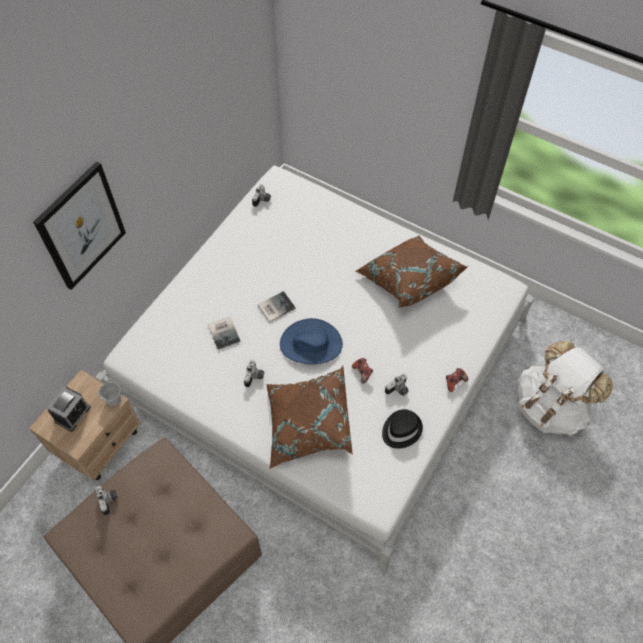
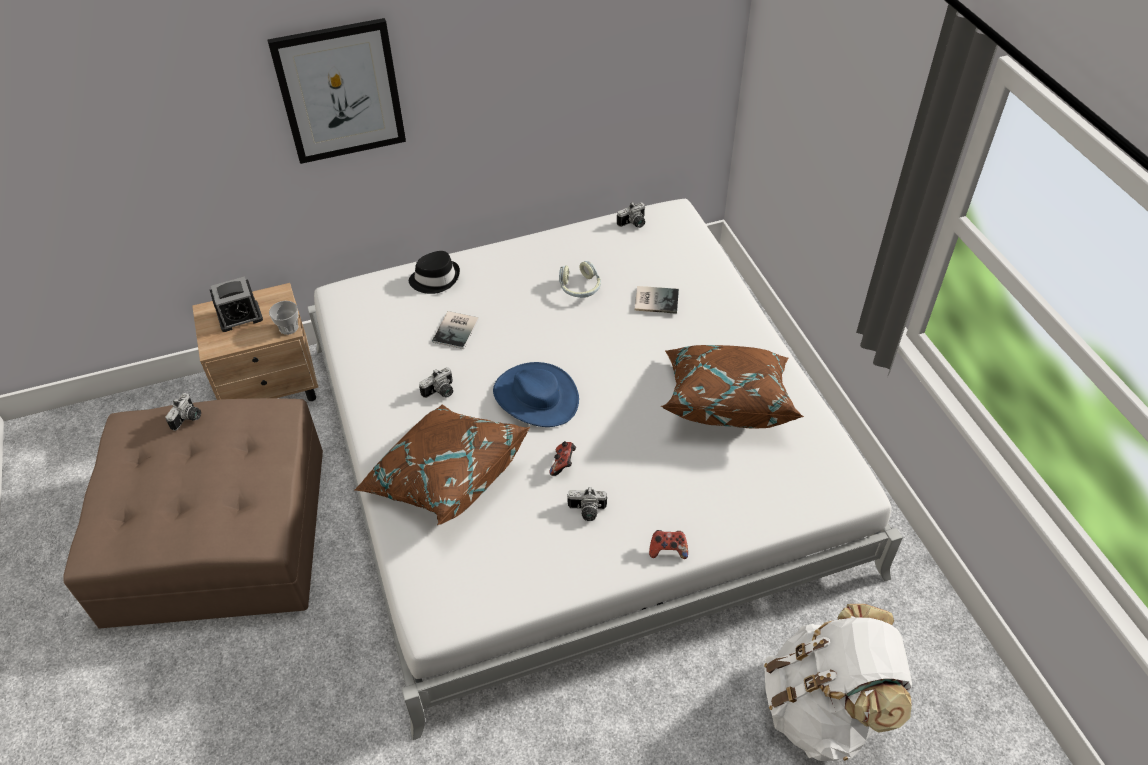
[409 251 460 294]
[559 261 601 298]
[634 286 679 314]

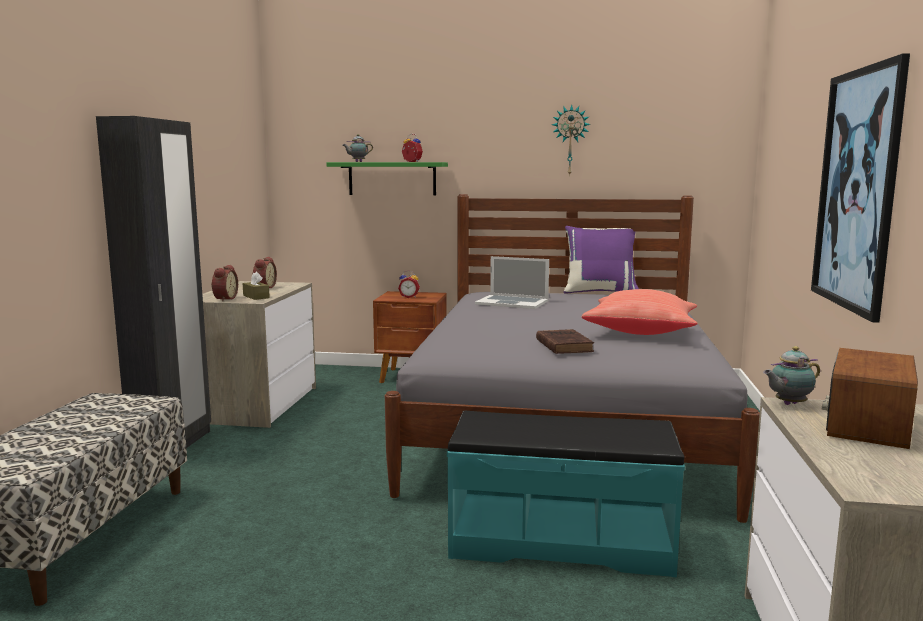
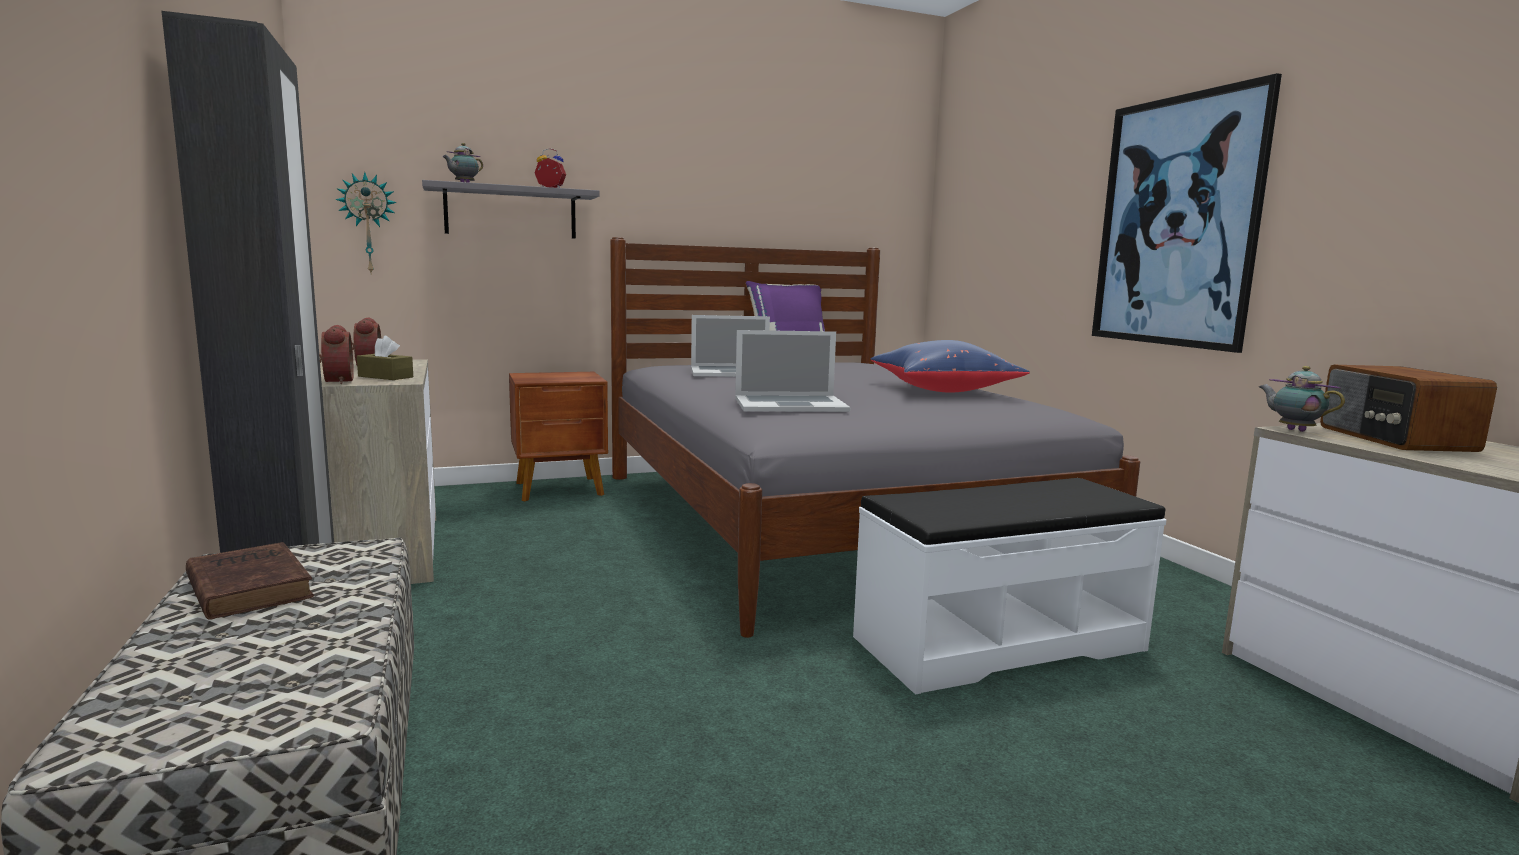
[186 542 314 620]
[335 172 397 273]
[422 180 599 239]
[735 330 850 412]
[853 478 1166 695]
[871 340 1030 392]
[1259 366 1345 432]
[398 270 420 298] (first image)

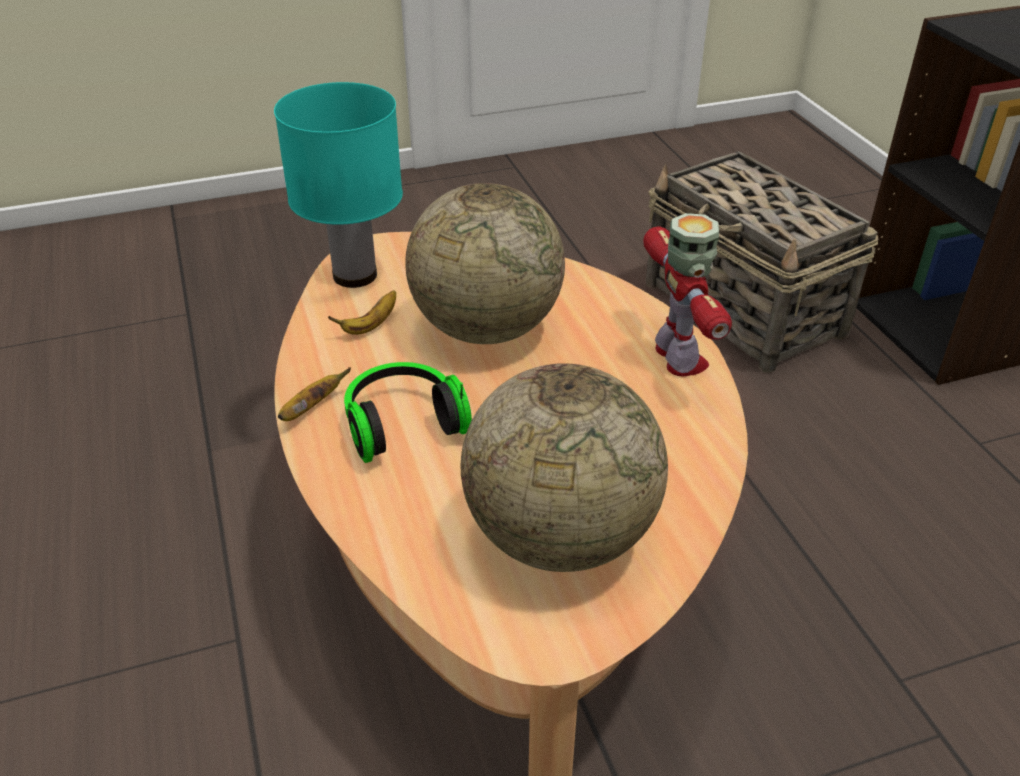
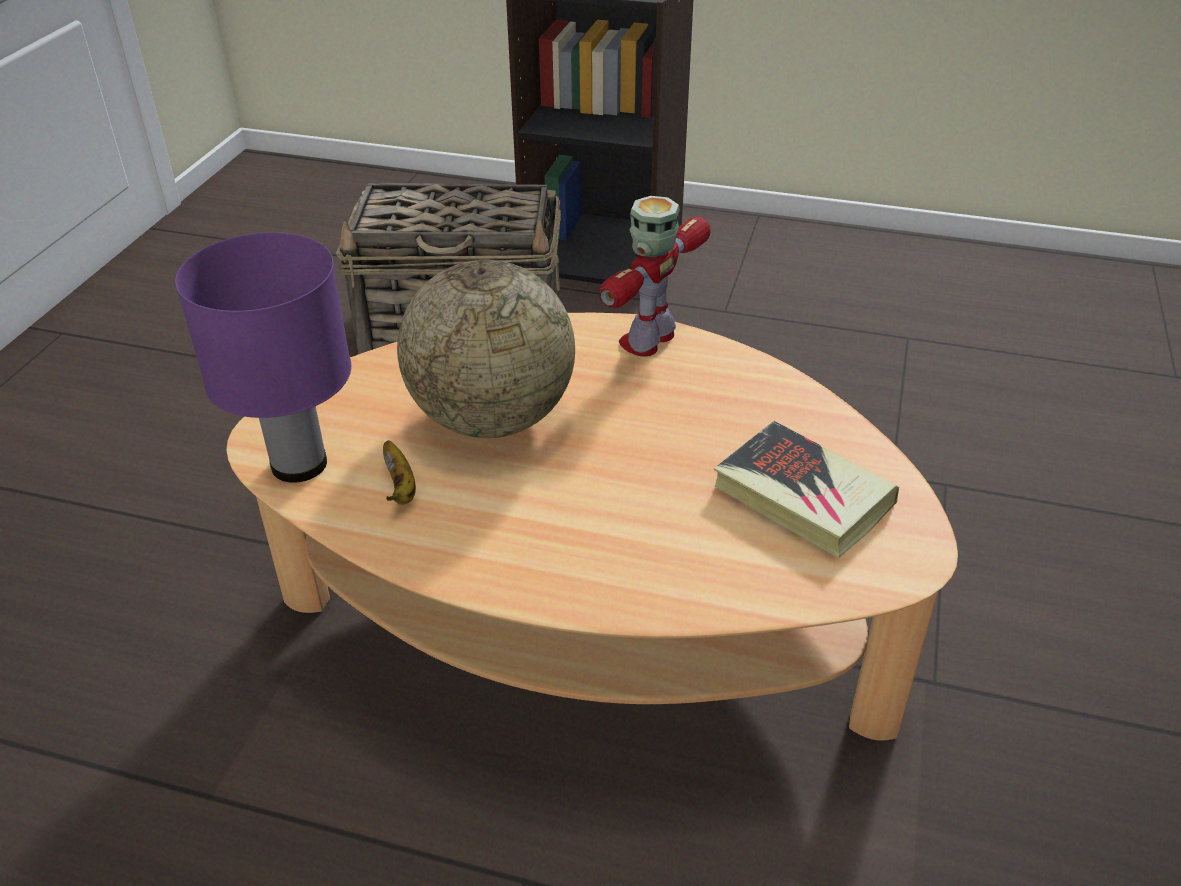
[175 232 351 483]
[599 196 711 357]
[714 421 899 558]
[278 367 351 421] (first image)
[344 362 472 463] (first image)

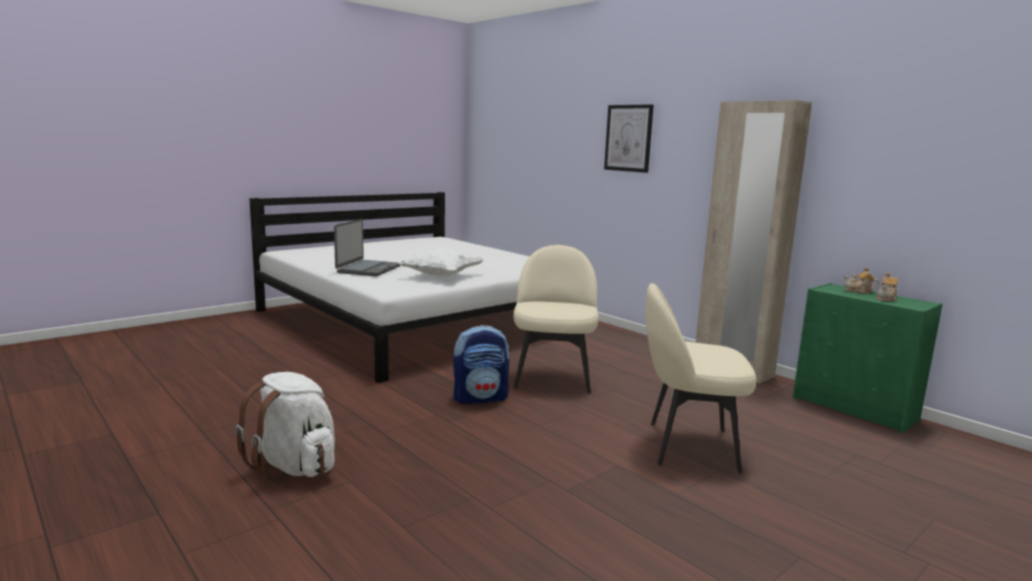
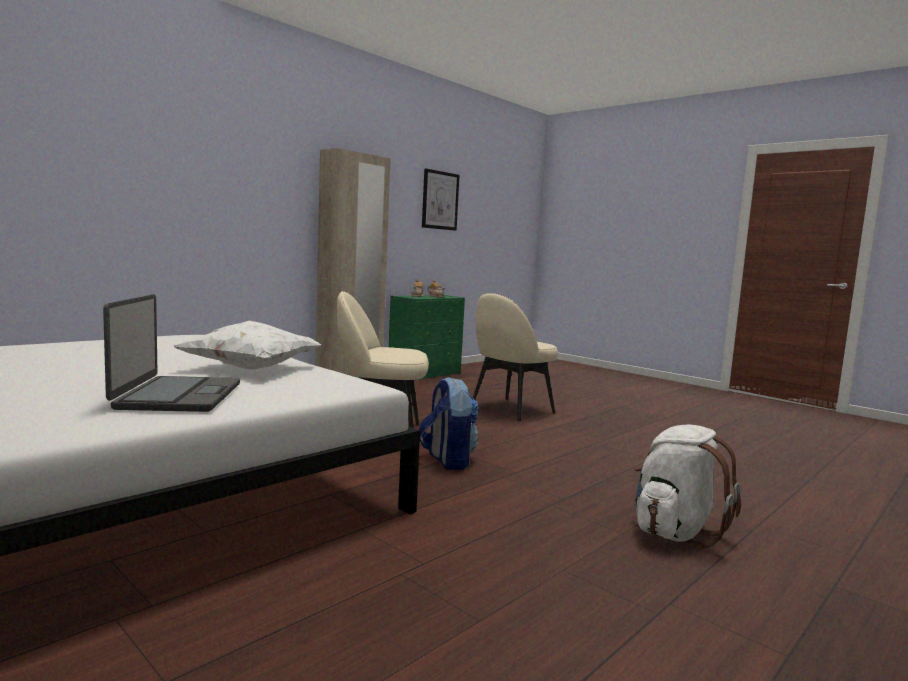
[103 294 240 412]
[422 168 459 231]
[473 293 558 421]

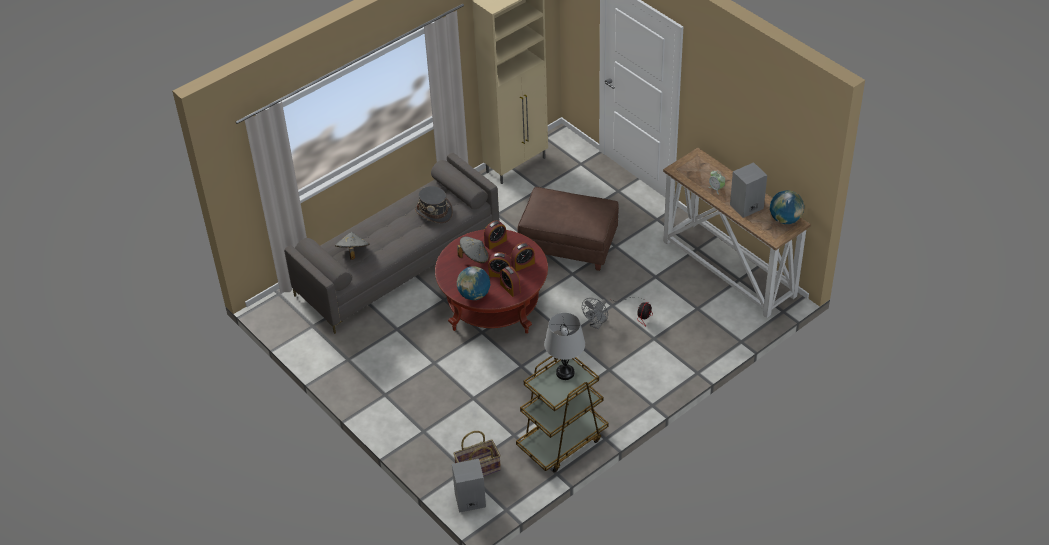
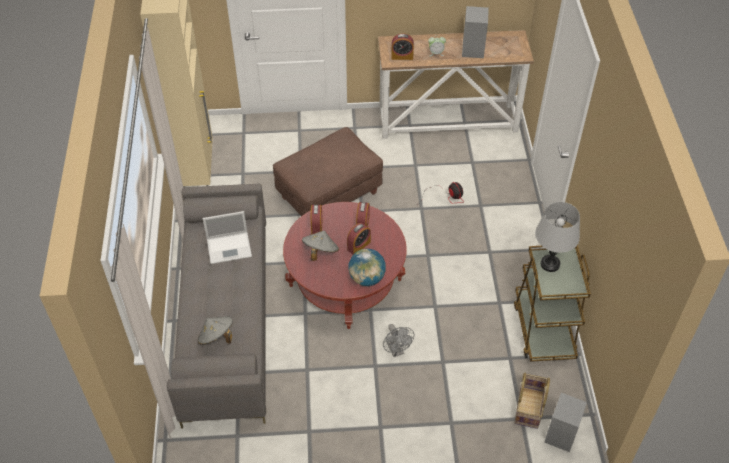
[203 211 252 264]
[383 324 414 357]
[391 34 414 60]
[770 190 804 224] (first image)

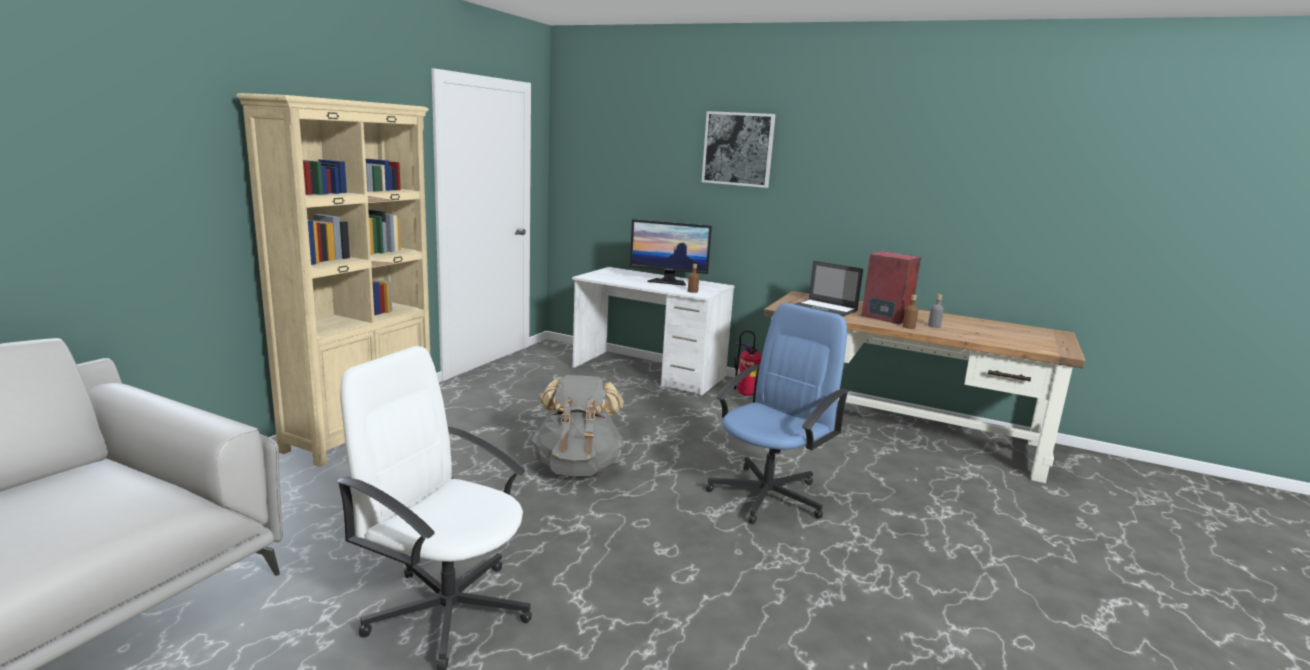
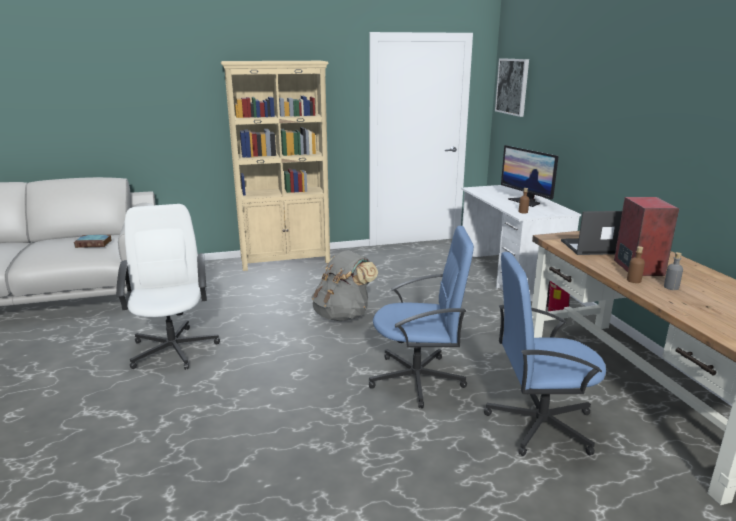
[74 235 112 248]
[484 252 606 456]
[495 58 529 117]
[561 211 622 255]

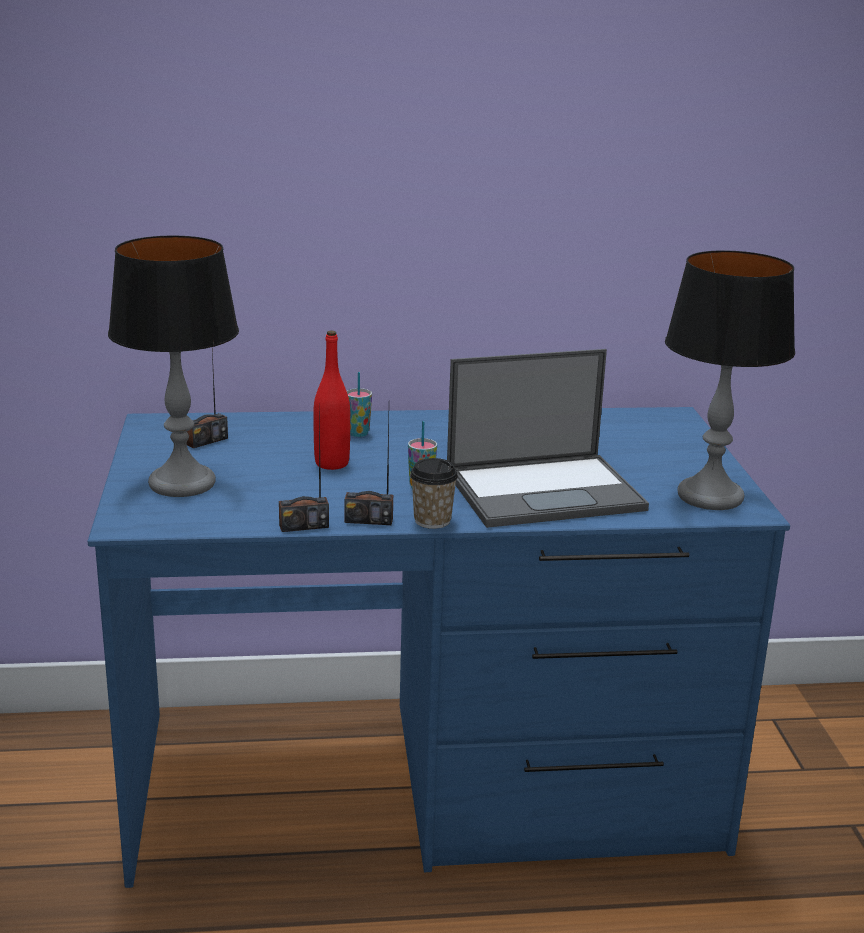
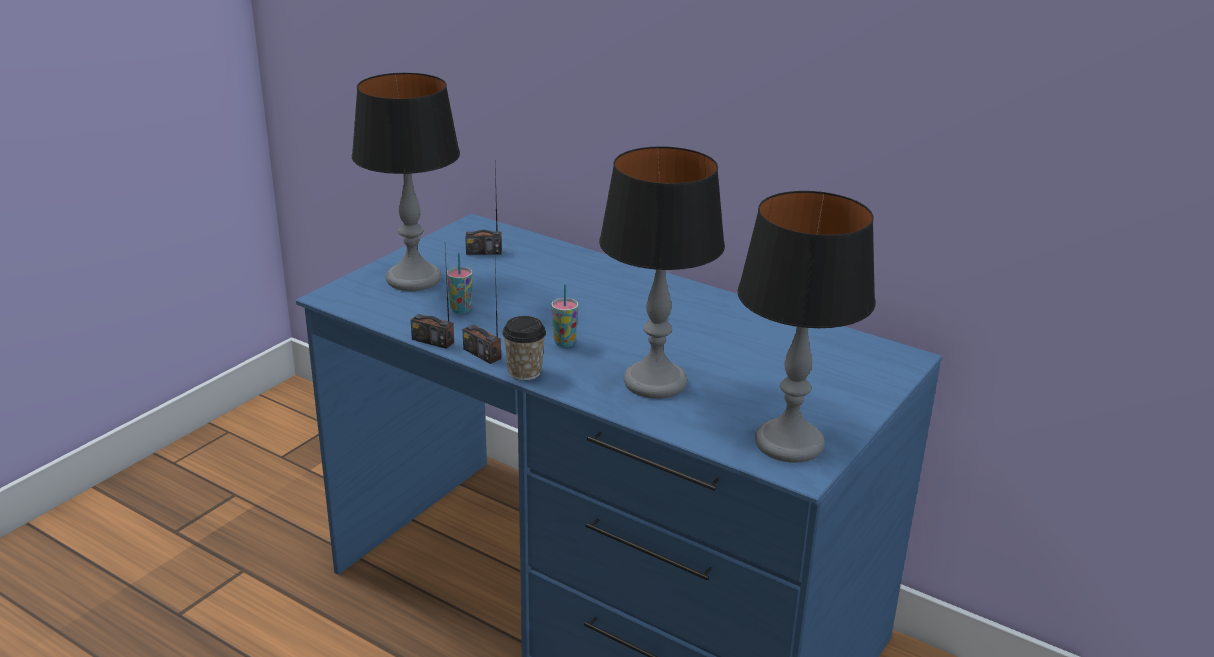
[447 253 473 314]
[599 146 725 399]
[313 331 350 470] (first image)

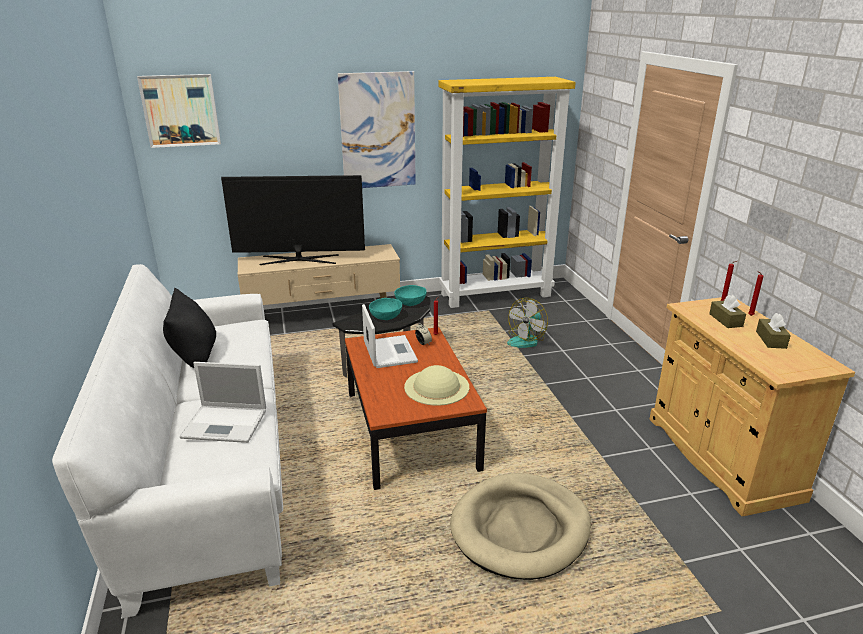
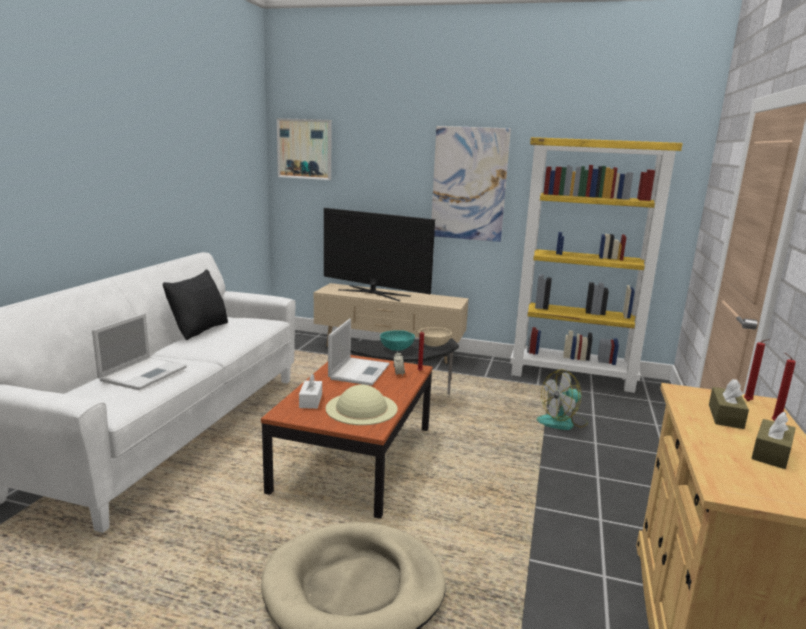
[92 313 187 390]
[299 374 322 409]
[418 327 452 347]

